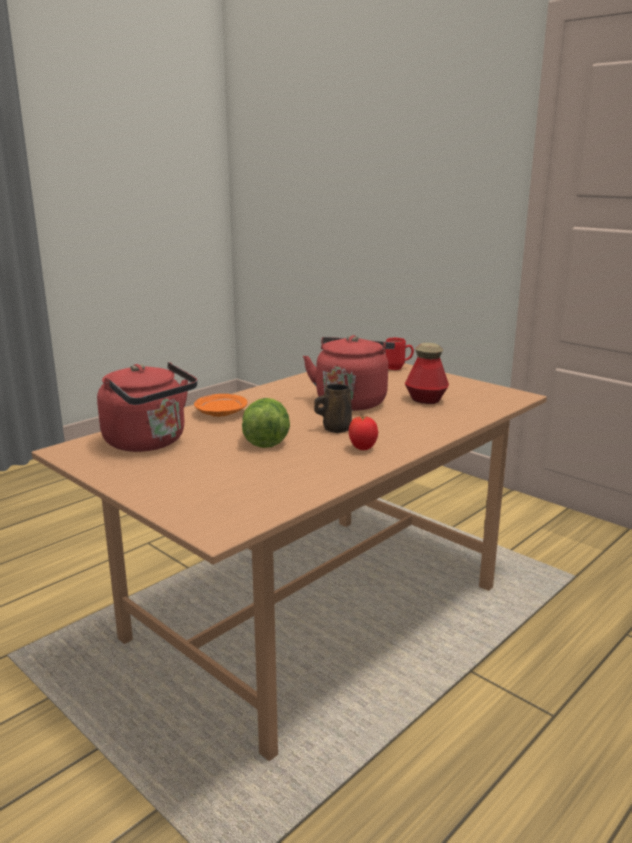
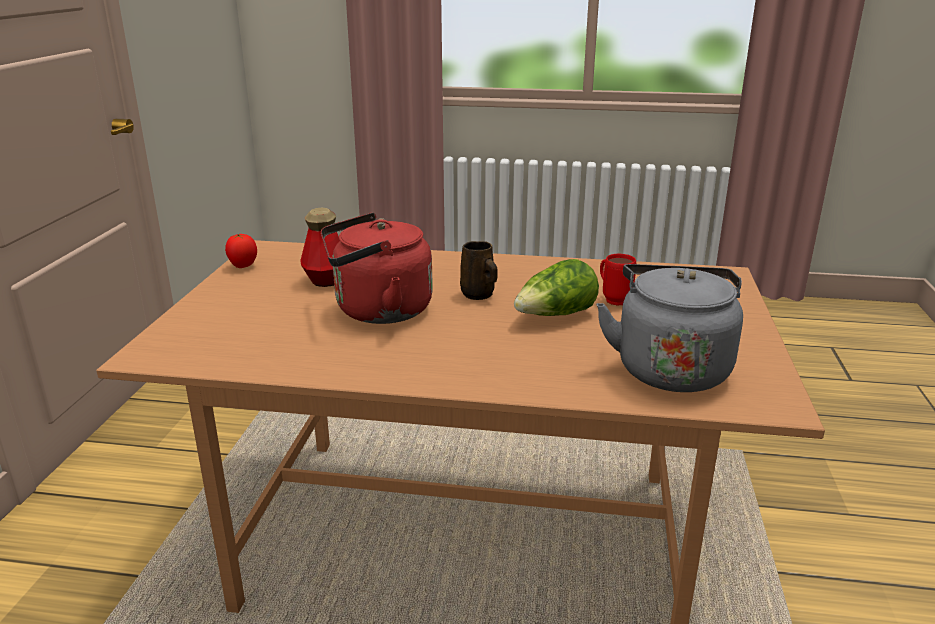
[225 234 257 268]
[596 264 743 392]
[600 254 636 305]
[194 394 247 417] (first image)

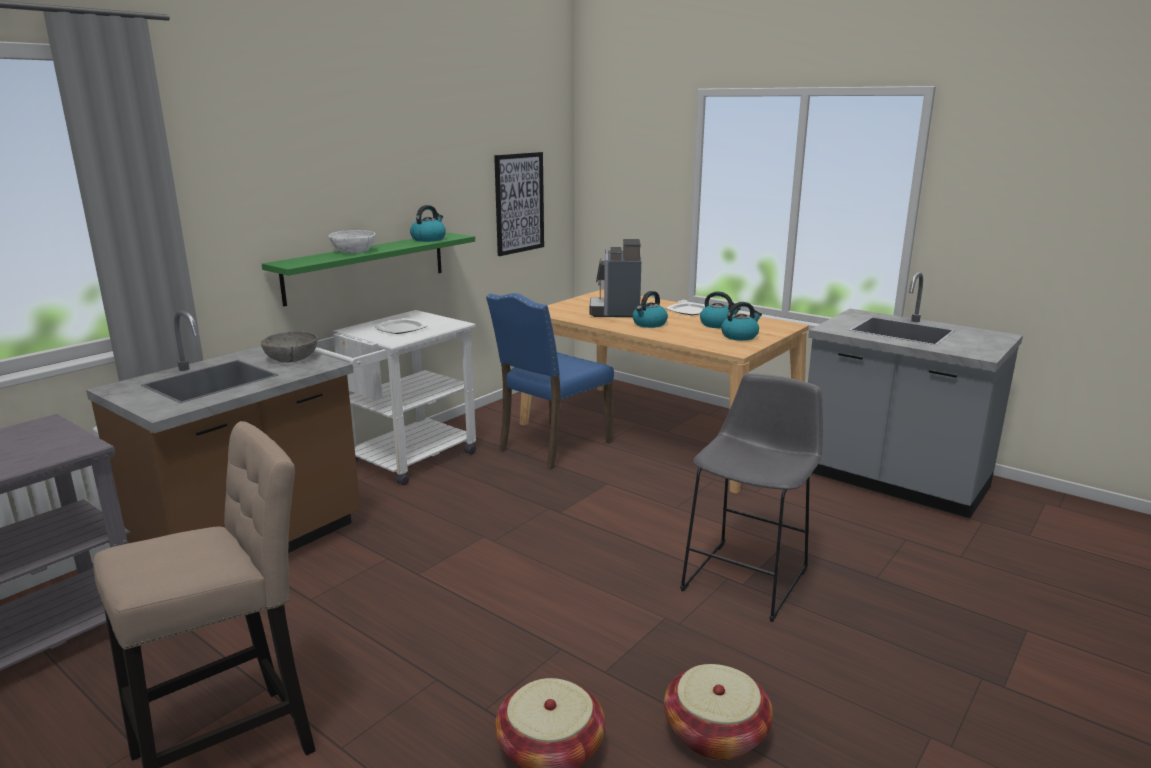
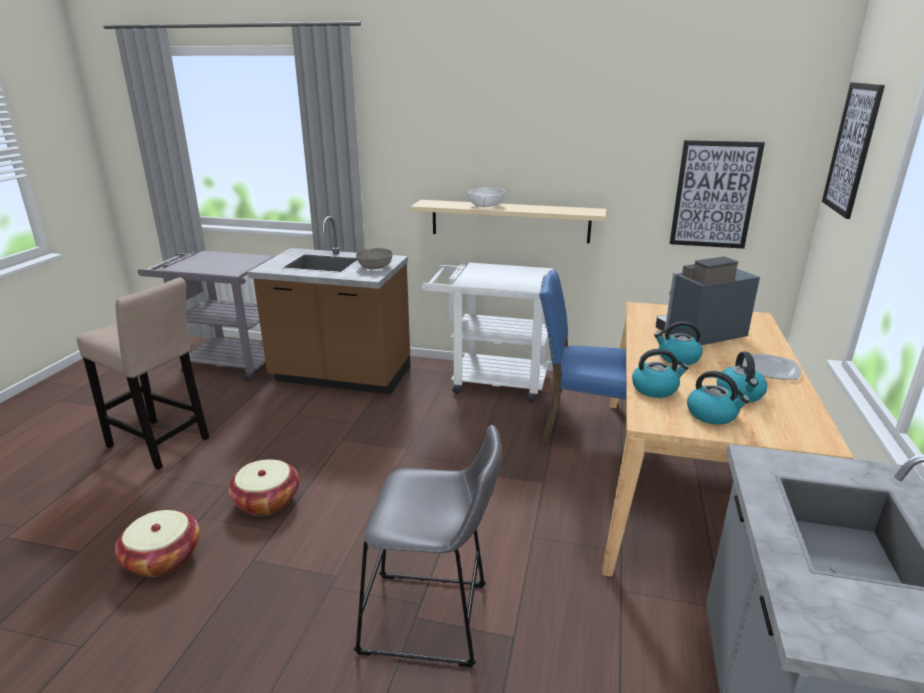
[228 459 299 516]
[411 200 607 243]
[632 349 689 398]
[822 82 885 219]
[374 318 428 334] (first image)

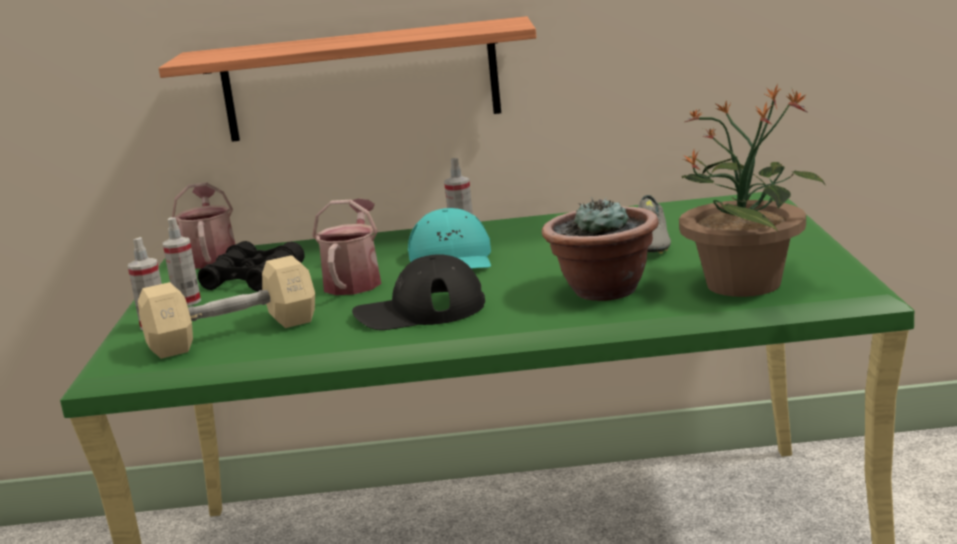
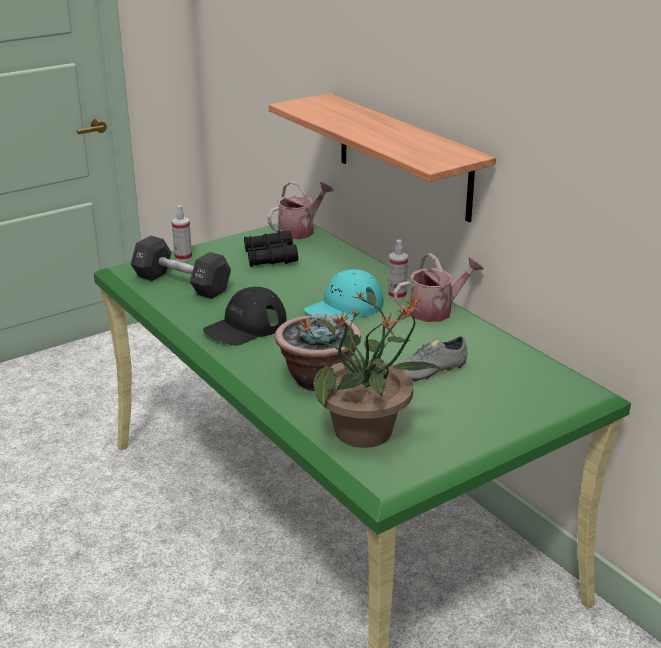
[131 236 231 299]
[203 287 287 345]
[393 253 484 322]
[163 217 201 306] (first image)

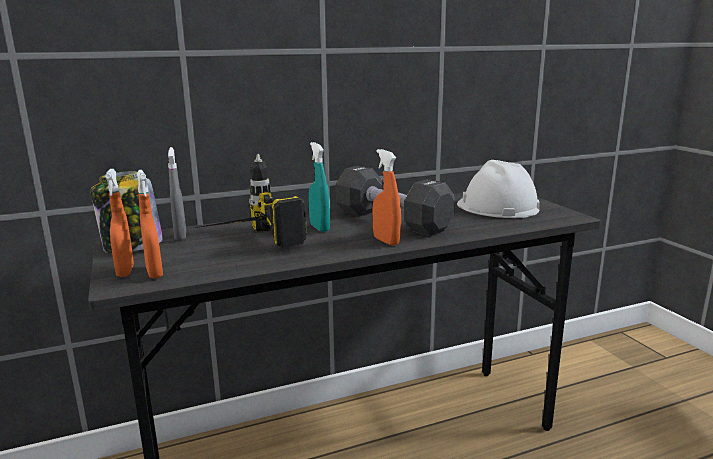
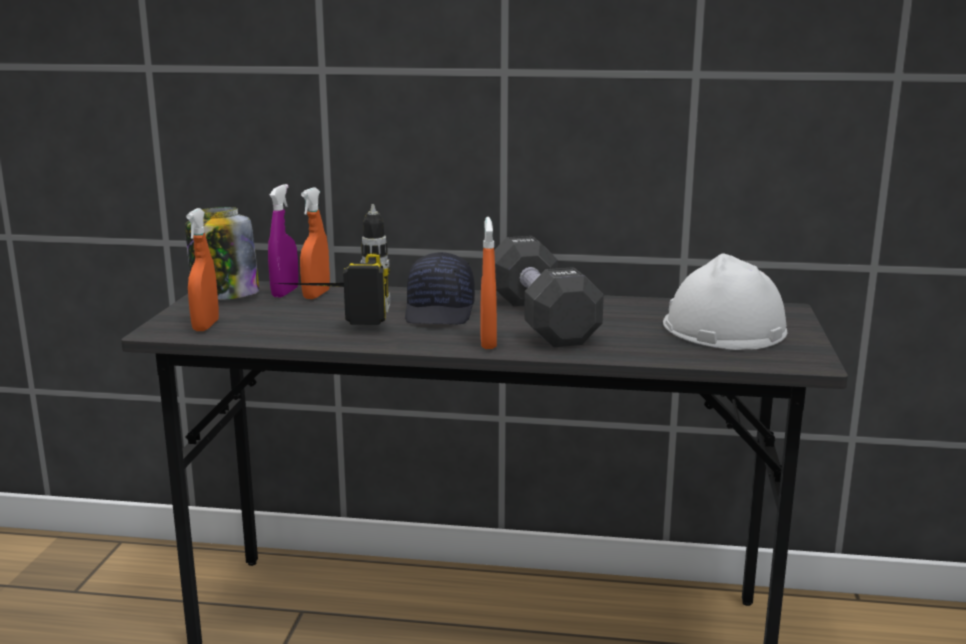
[268 184 299 297]
[300 187 330 299]
[405 252 475 324]

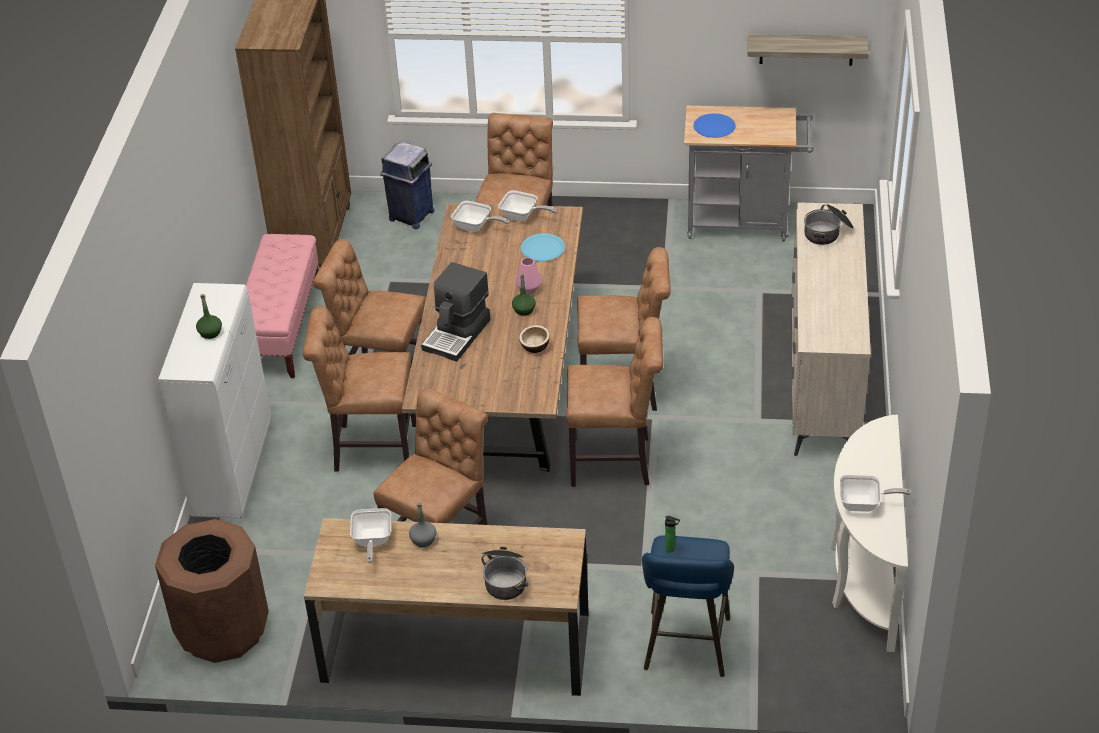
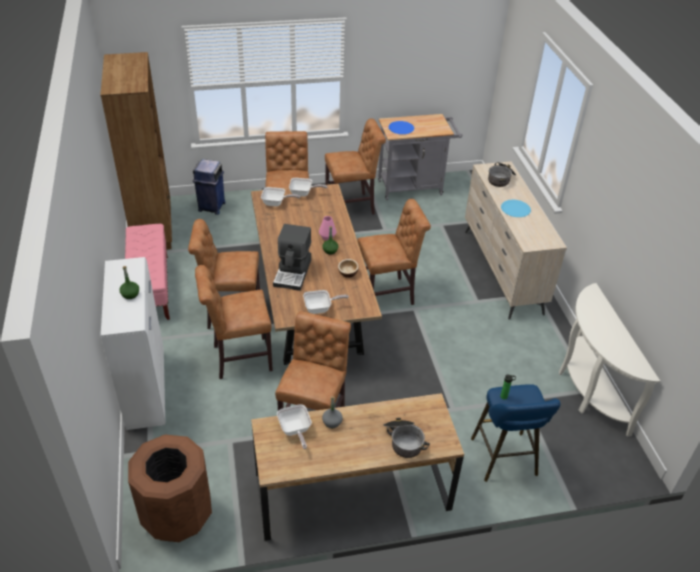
[303 290 349 314]
[325 119 386 215]
[501 200 531 217]
[747 34 868 66] (first image)

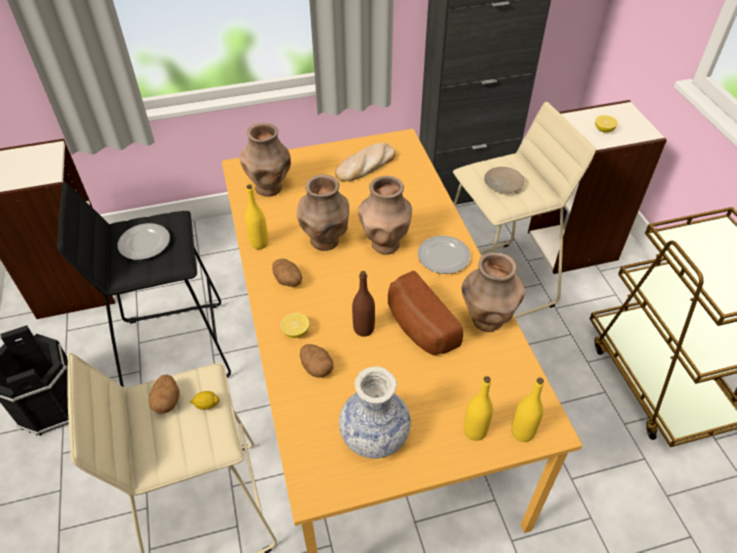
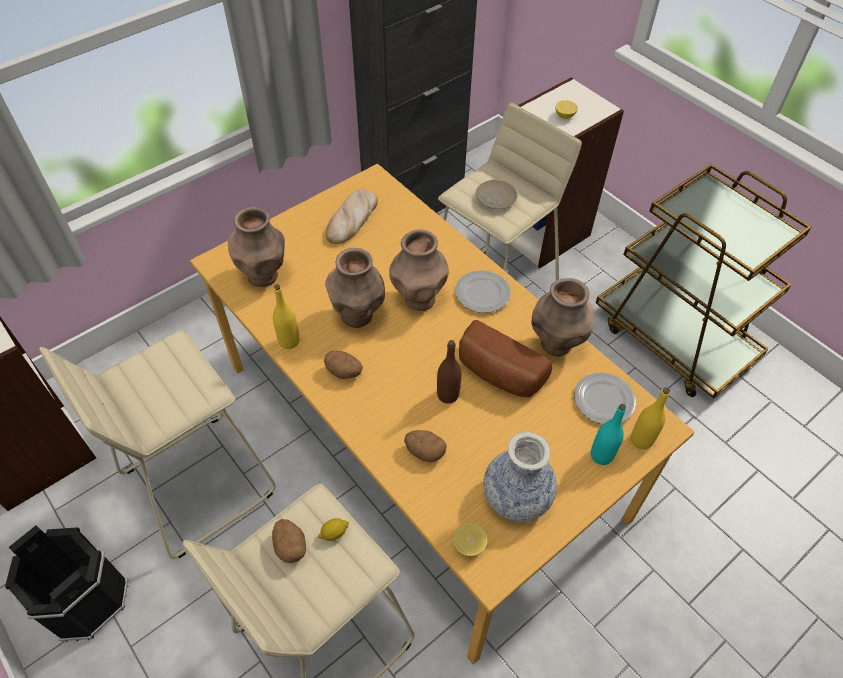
[39 330 276 559]
[453 523 487 557]
[574 372 636 424]
[591 404 626 465]

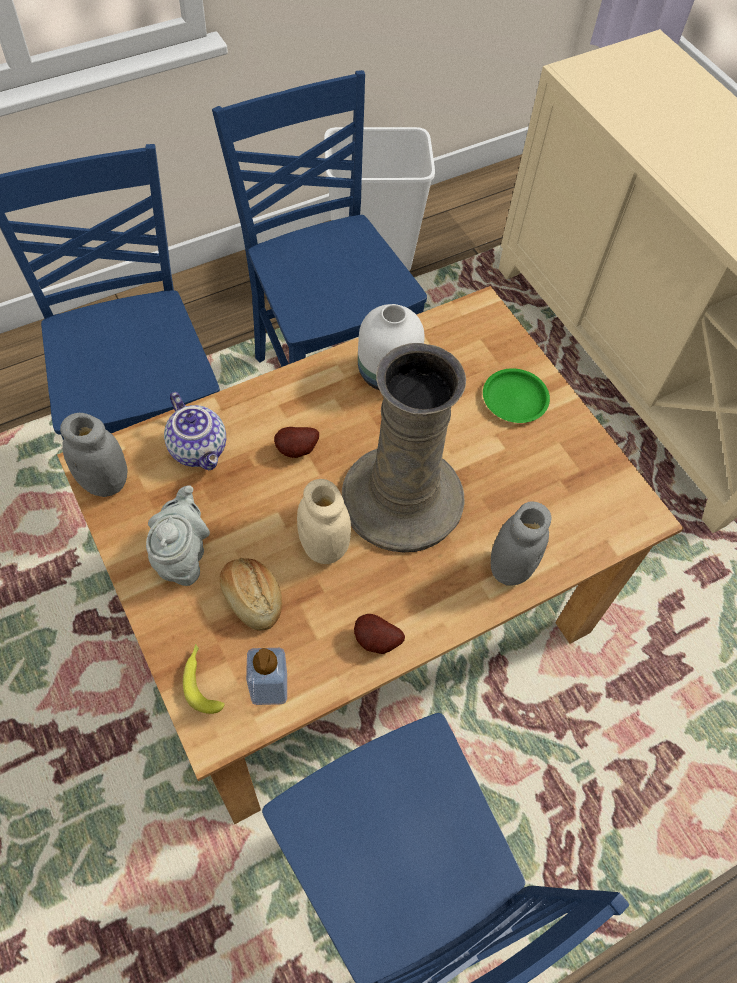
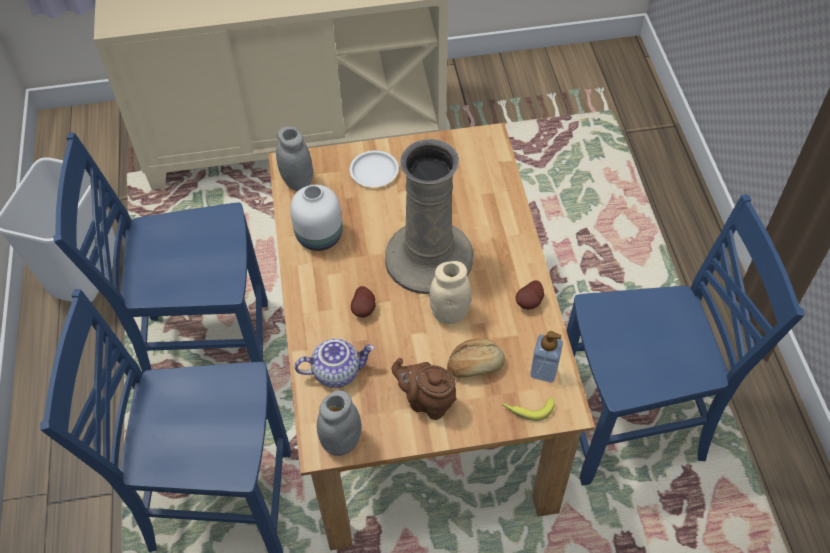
[276 126 313 191]
[350 150 399 187]
[392 358 457 420]

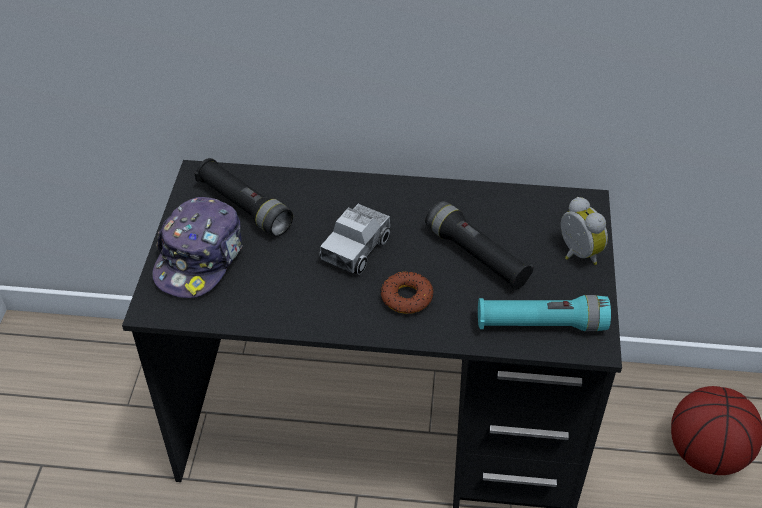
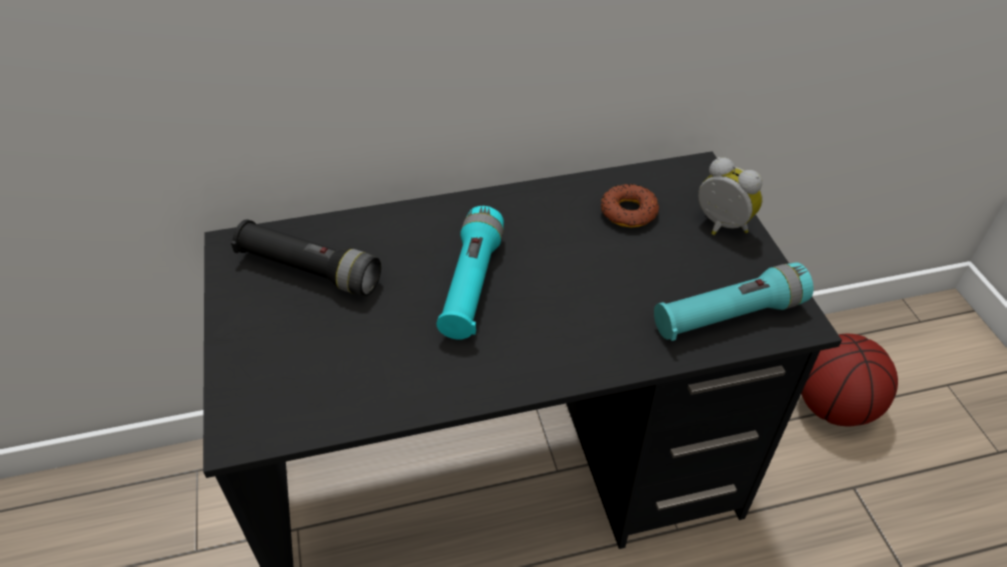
[436 206 504 340]
[601 184 659 228]
[152 197 243 298] (first image)
[425 201 534 290] (first image)

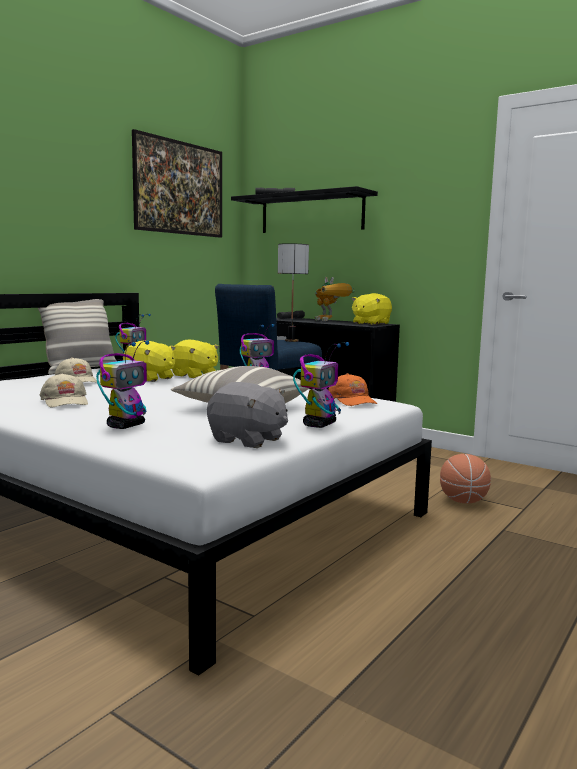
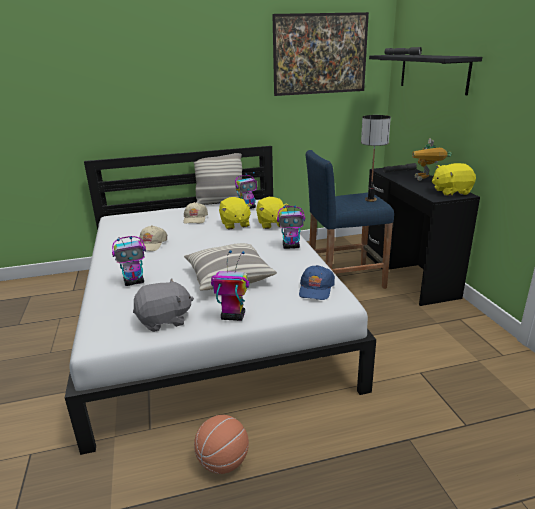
[133 278 194 332]
[194 415 249 474]
[211 250 249 321]
[299 265 335 300]

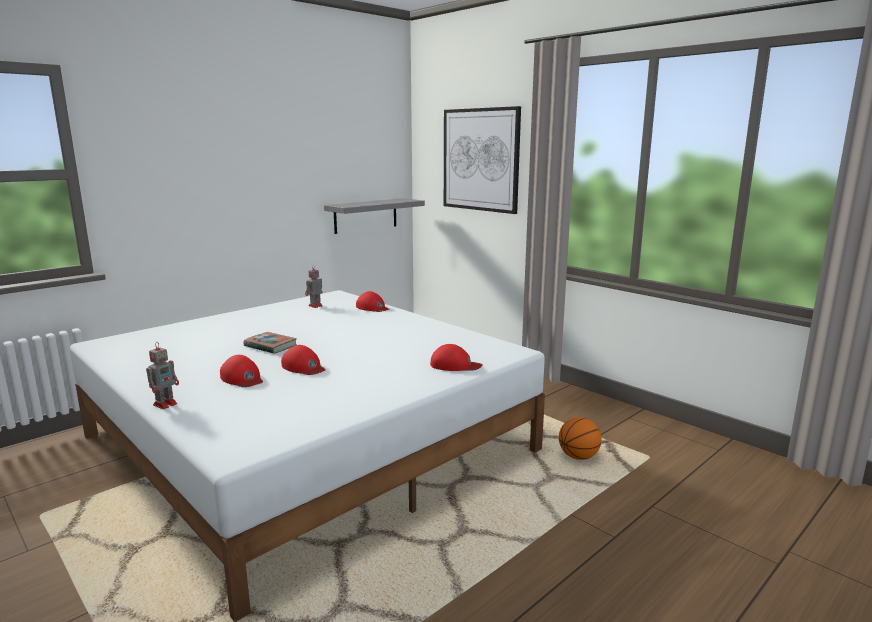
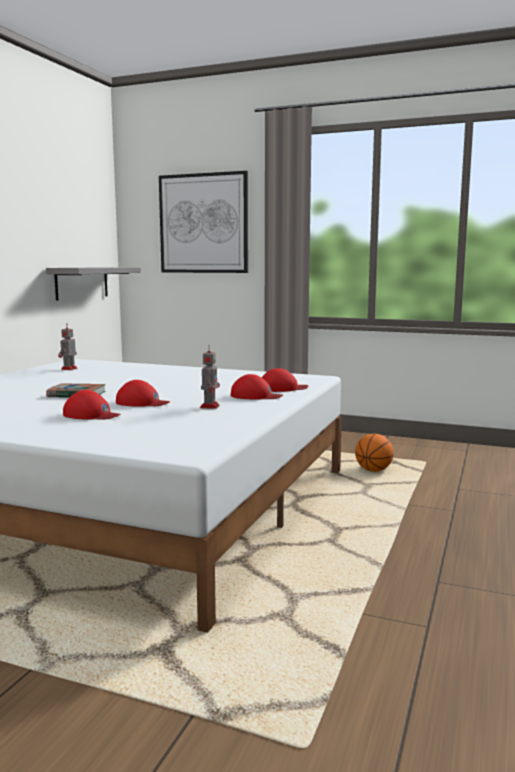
[200 346 220 409]
[231 374 283 400]

